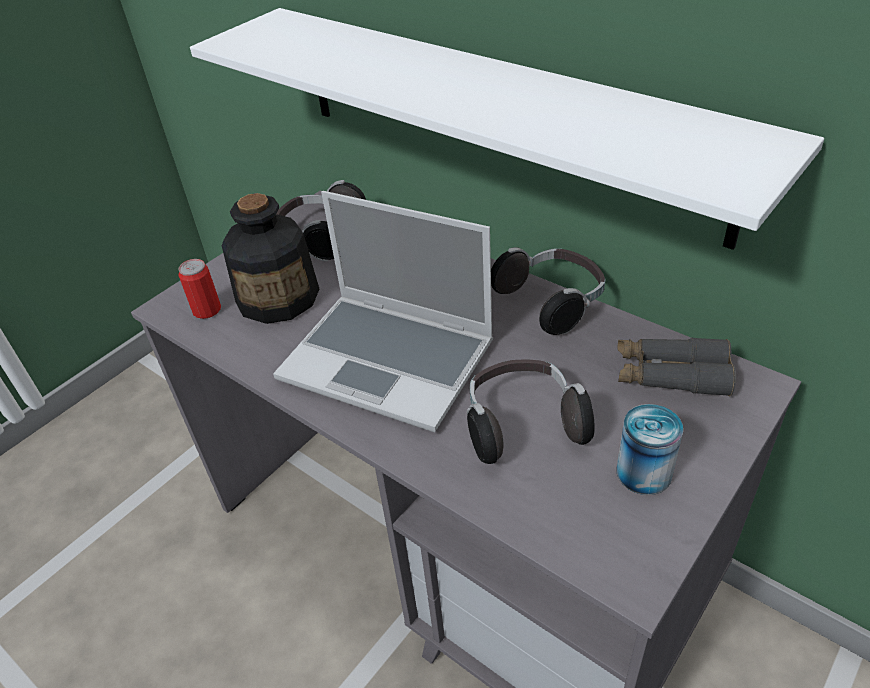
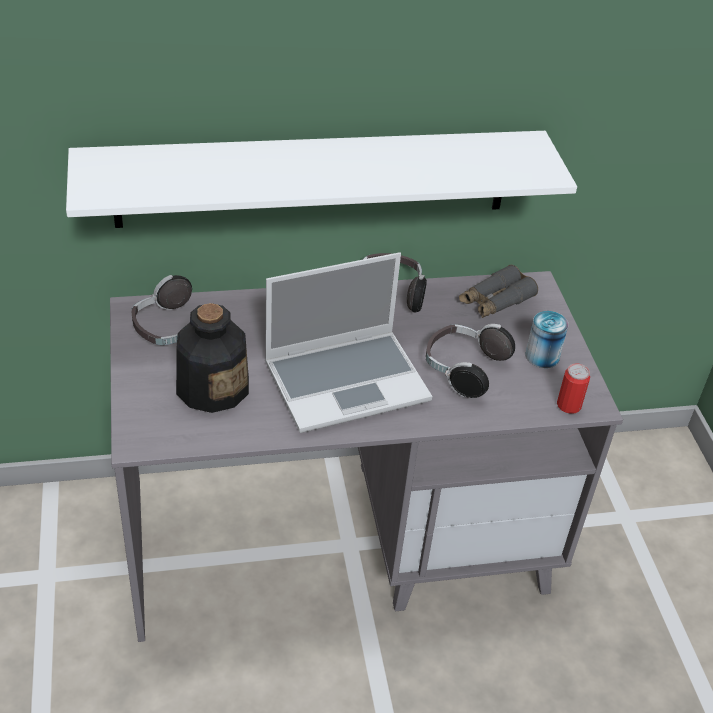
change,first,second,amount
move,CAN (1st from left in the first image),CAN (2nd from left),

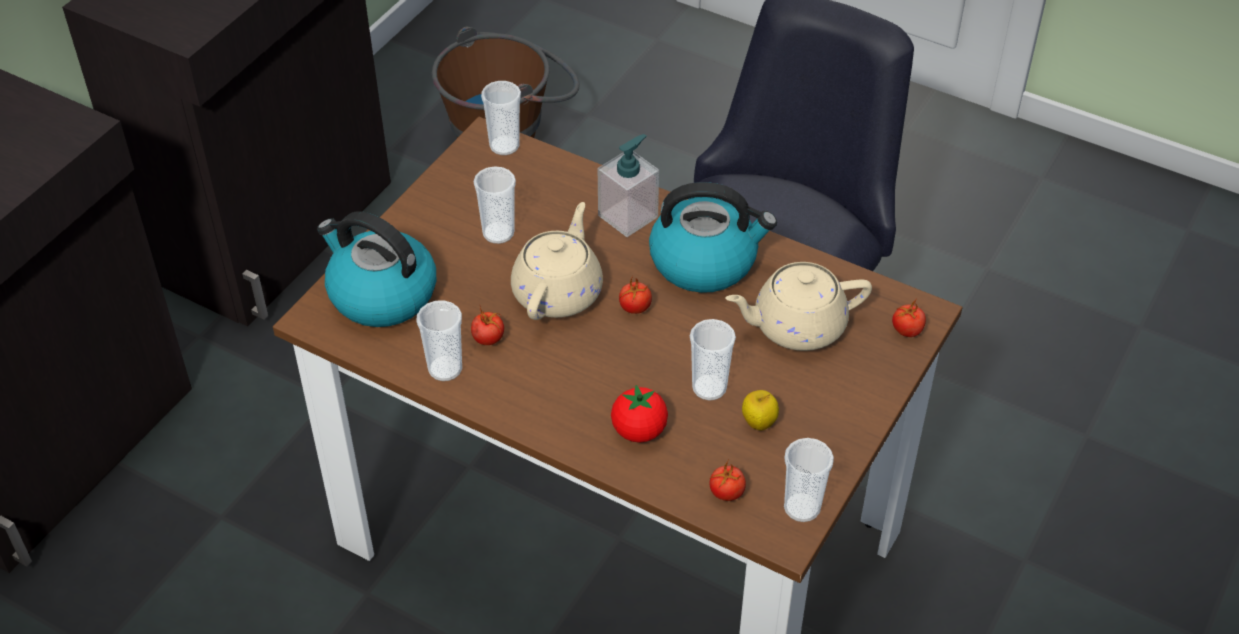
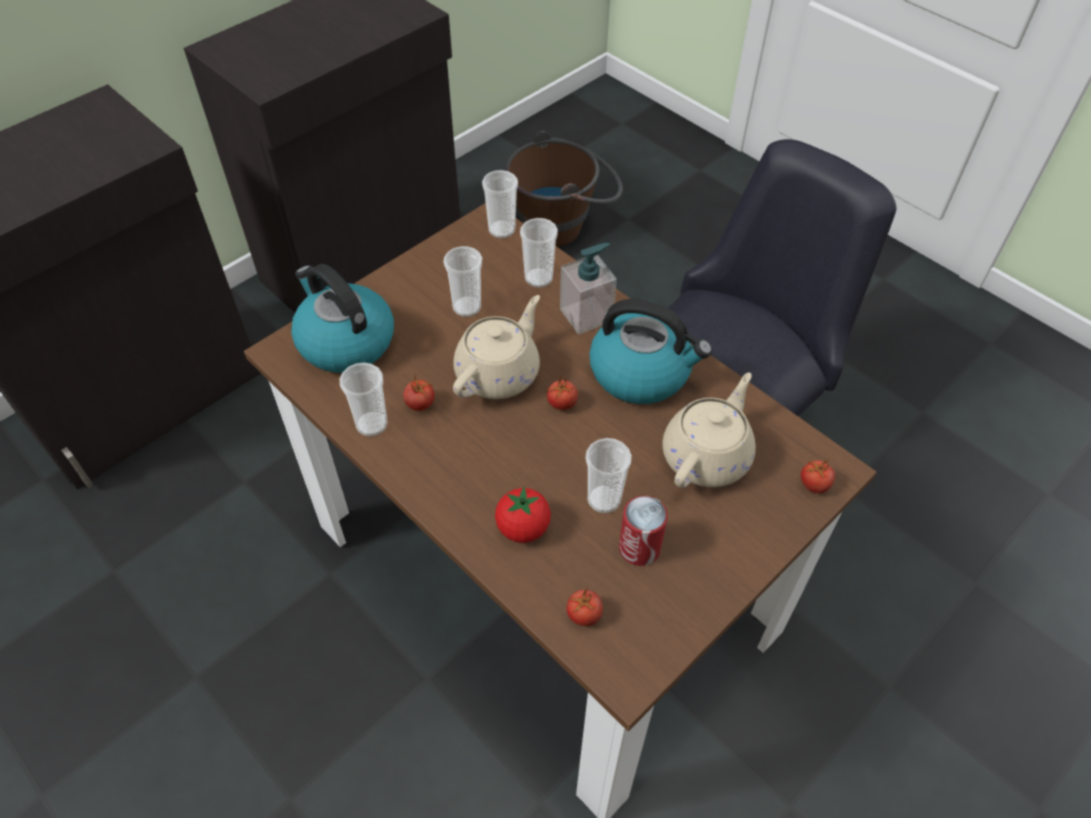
change,first,second,amount
rotate,BEIGE TEAPOT (2nd from left),,120 degrees clockwise
replace,APPLE,CAN,
move,CUP (5th from left in the first image),CUP (4th from left),

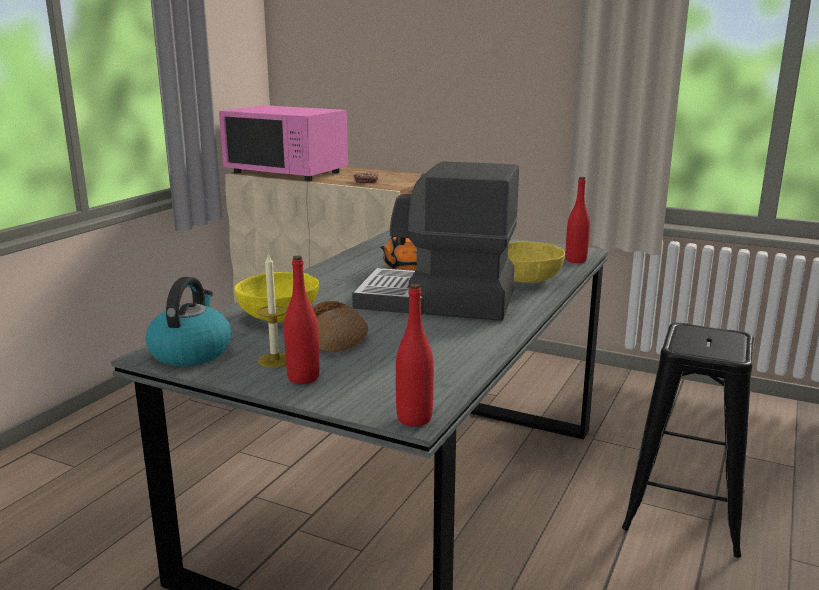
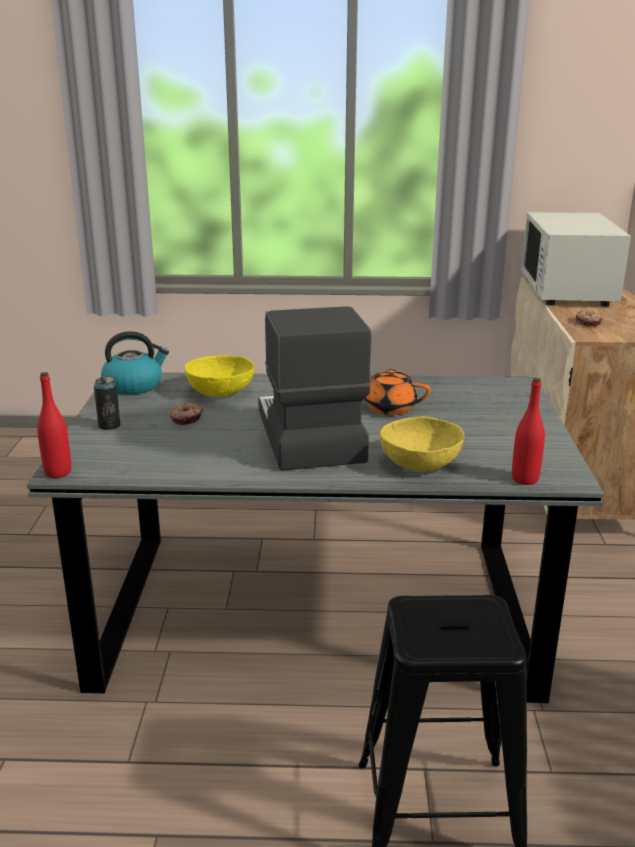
change,first,second,amount
recolor,PINK MICROWAVE,WHITE MICROWAVE,
delete,CANDLE,,
replace,RED BOTTLE (1st from left),CAN,
replace,BREAD,DONUT (1st from left),

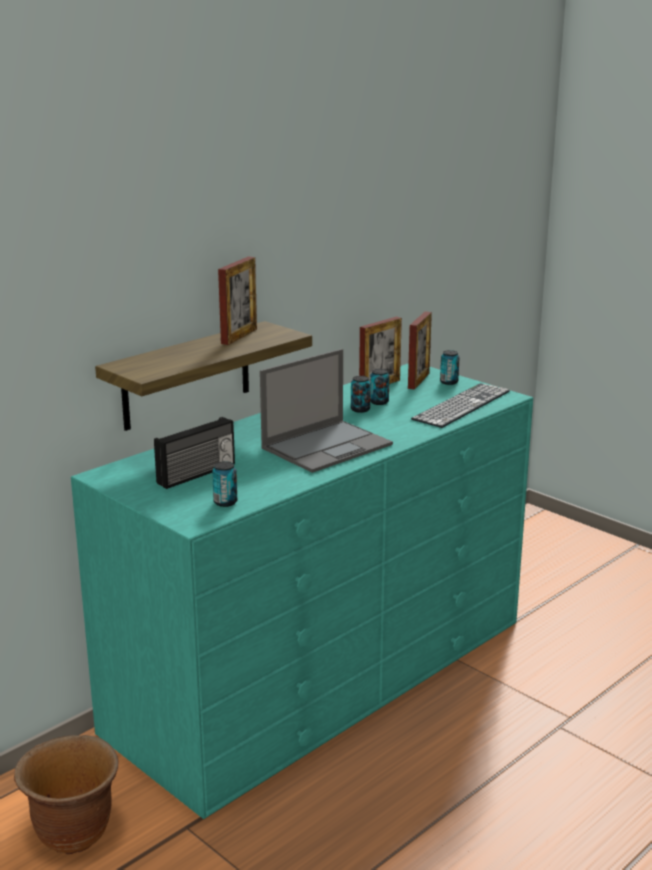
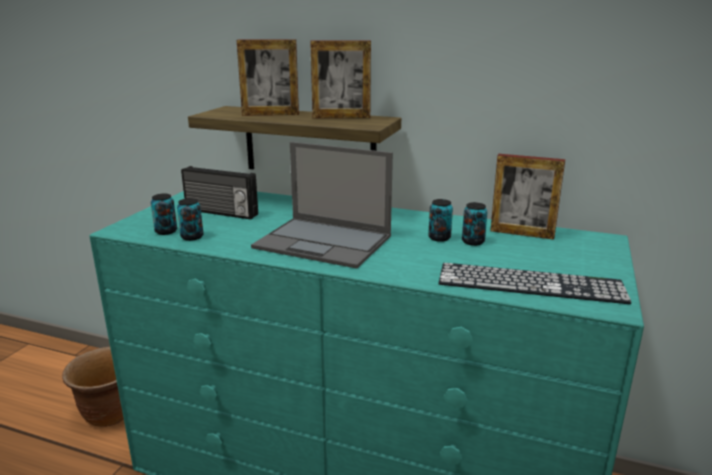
change,first,second,amount
move,PICTURE FRAME (3rd from left in the first image),PICTURE FRAME (1st from left),
move,CAN (4th from left in the first image),CAN (2nd from left),

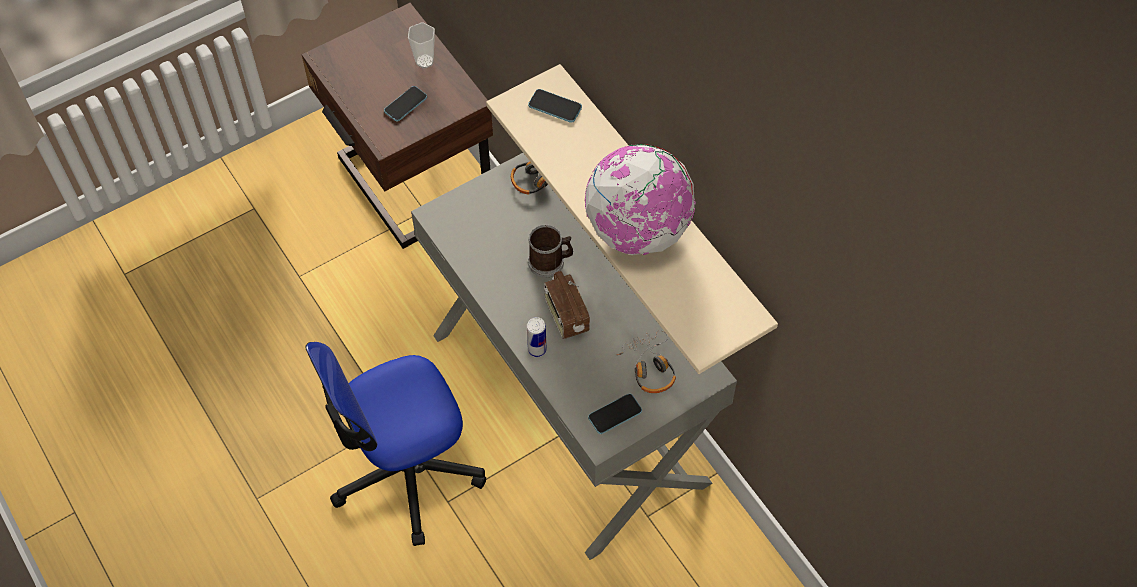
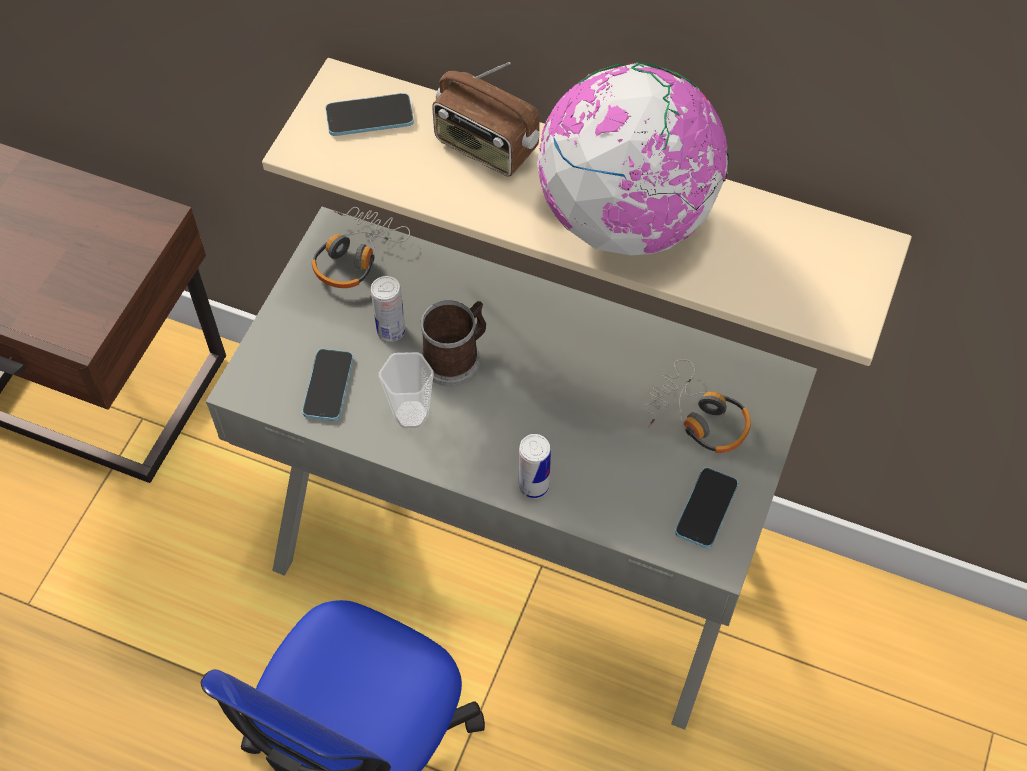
change,first,second,amount
move,CUP,,
move,PHONE (1st from left),,
move,RADIO,,
insert,,CAN (1st from left),

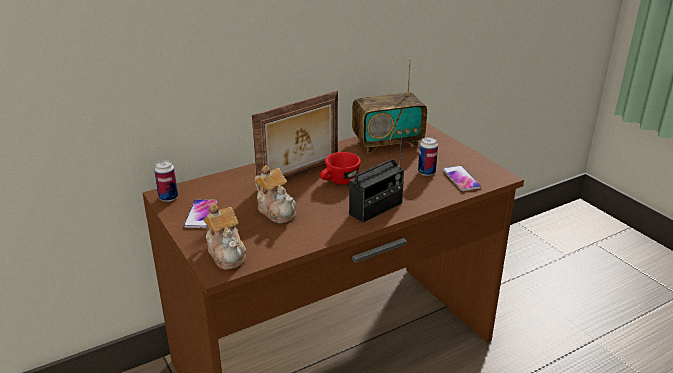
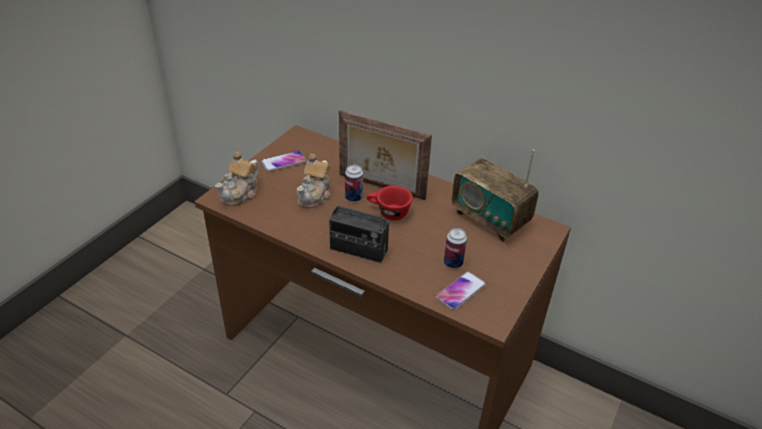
change,first,second,amount
move,CAN (1st from left),,

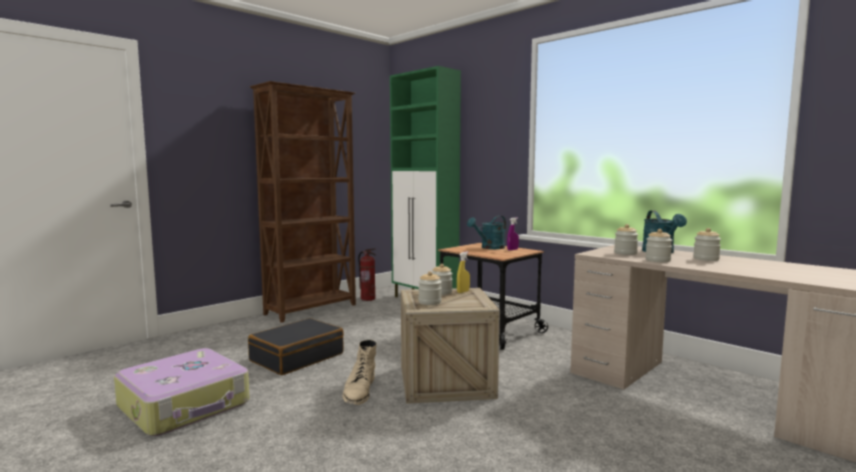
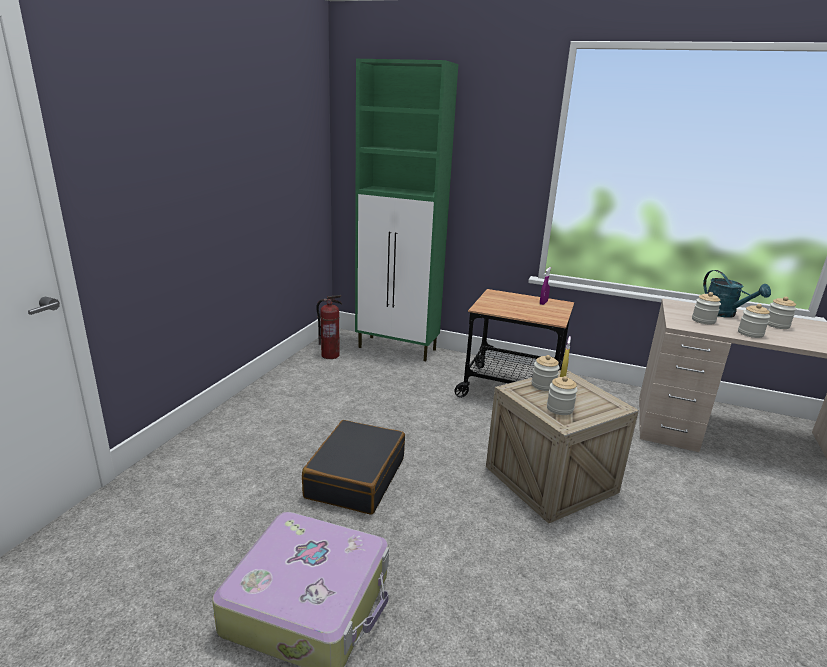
change,first,second,amount
delete,BROWN BOOKCASE,,
delete,TURQUOISE WATERING CAN (1st from left),,
delete,BEIGE BOOT,,

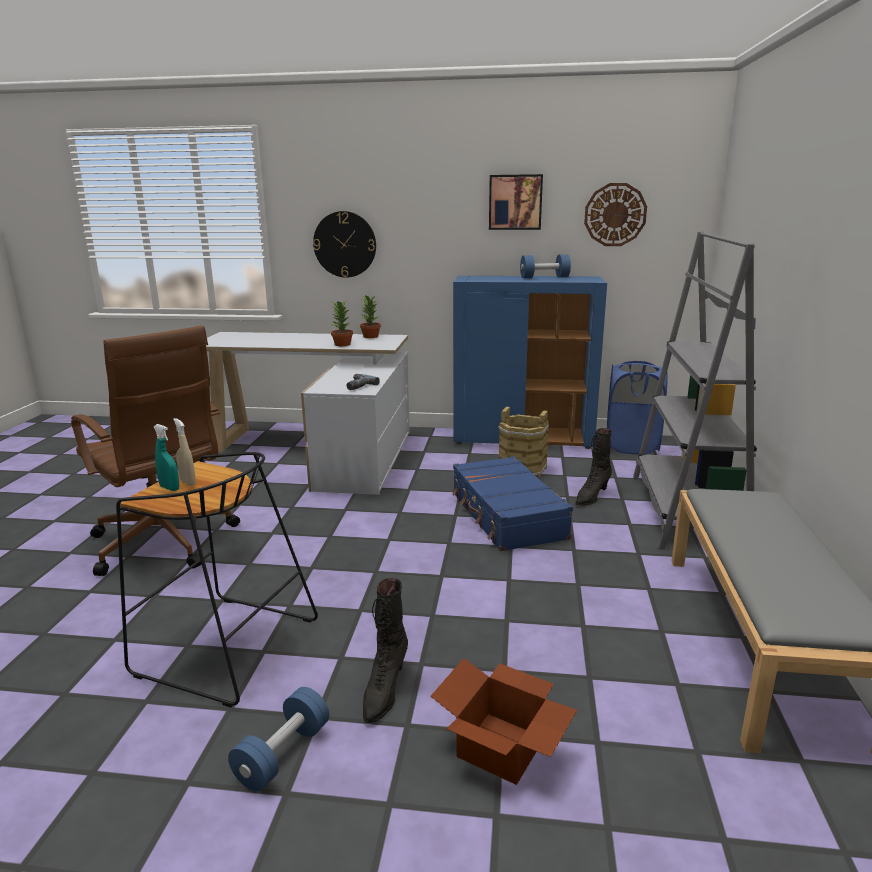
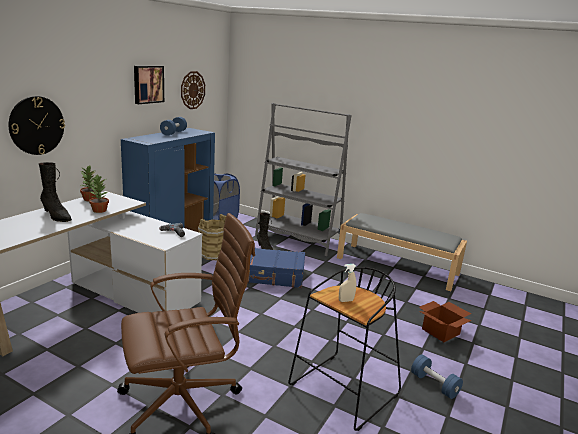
change,first,second,amount
delete,TURQUOISE SPRAY BOTTLE,,
move,BLACK BOOT (1st from left),,

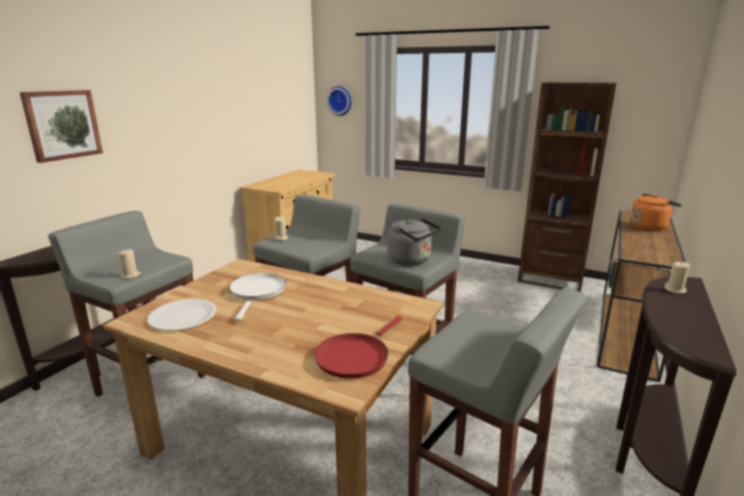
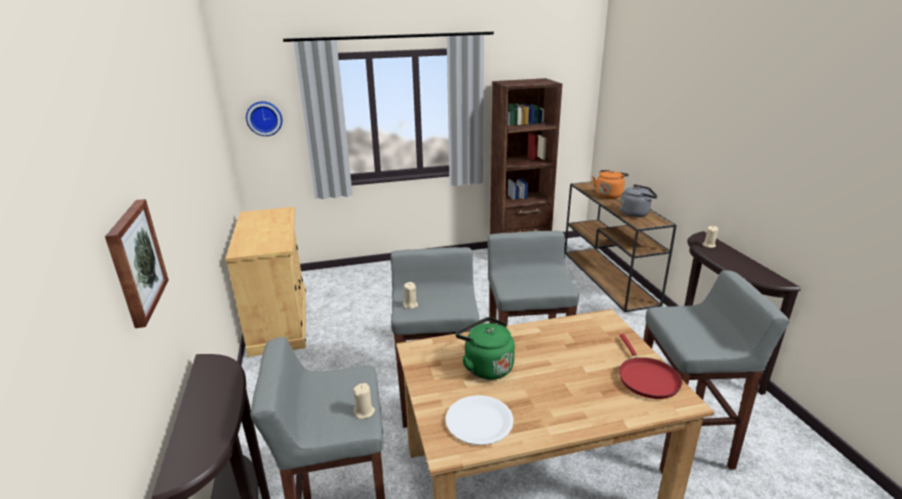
change,first,second,amount
move,GREY KETTLE,,
replace,WHITE FRYING PAN,GREEN KETTLE,

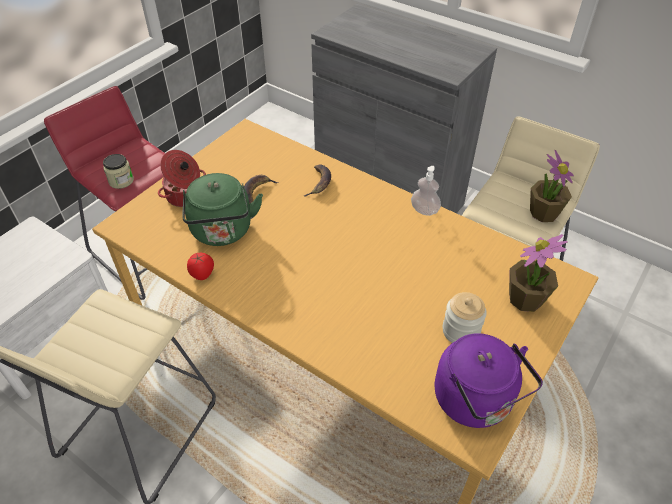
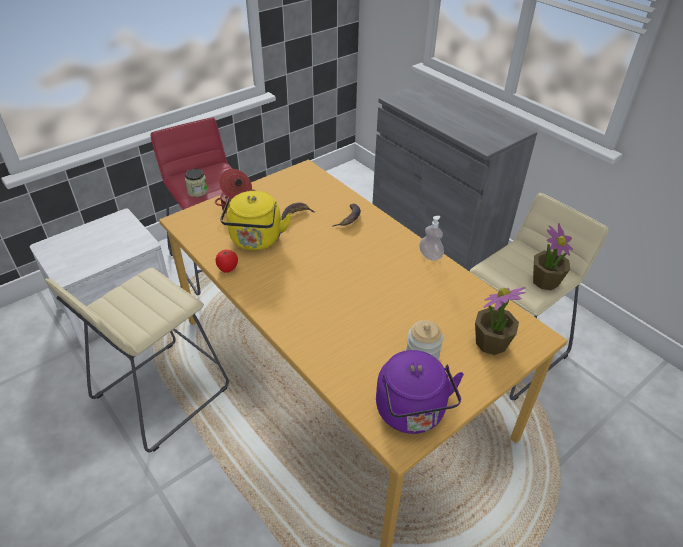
change,first,second,amount
recolor,GREEN KETTLE,YELLOW KETTLE,

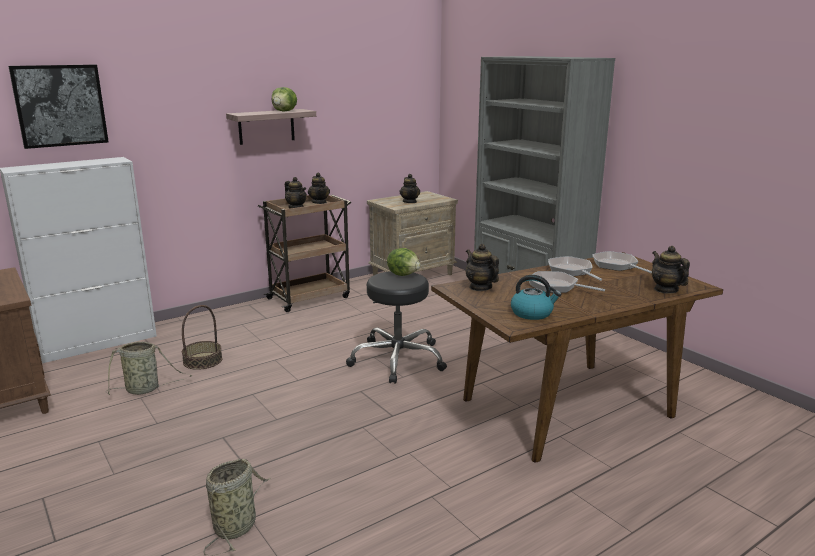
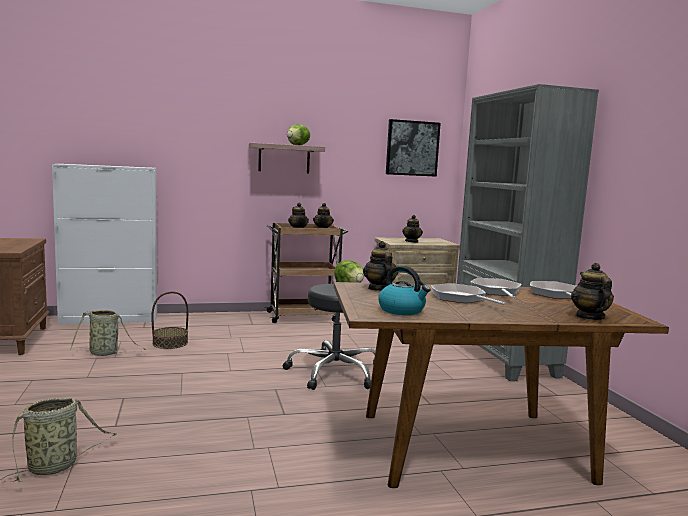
change,first,second,amount
move,PICTURE,,

